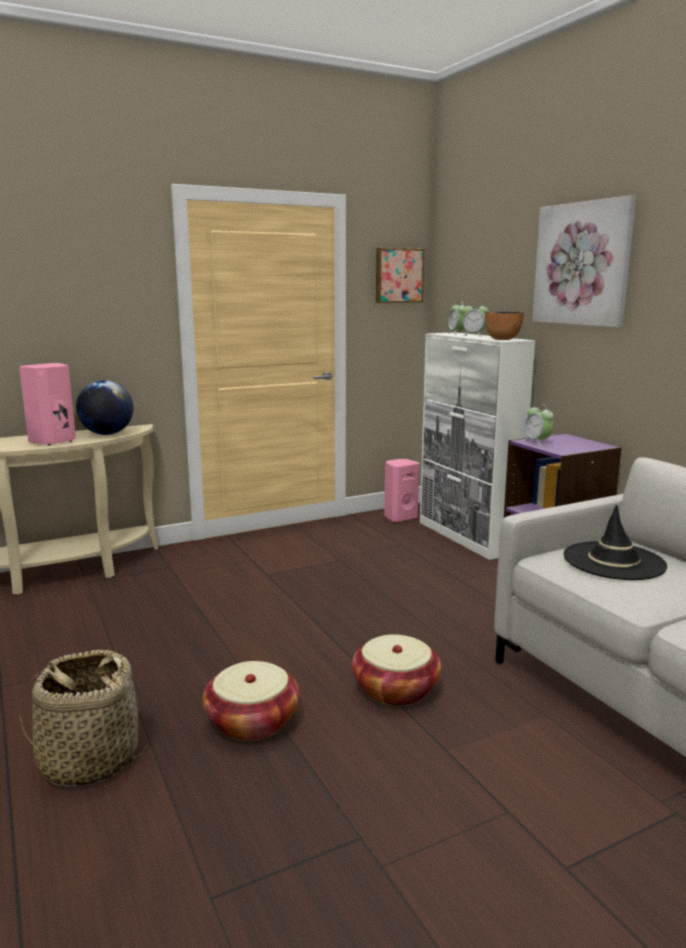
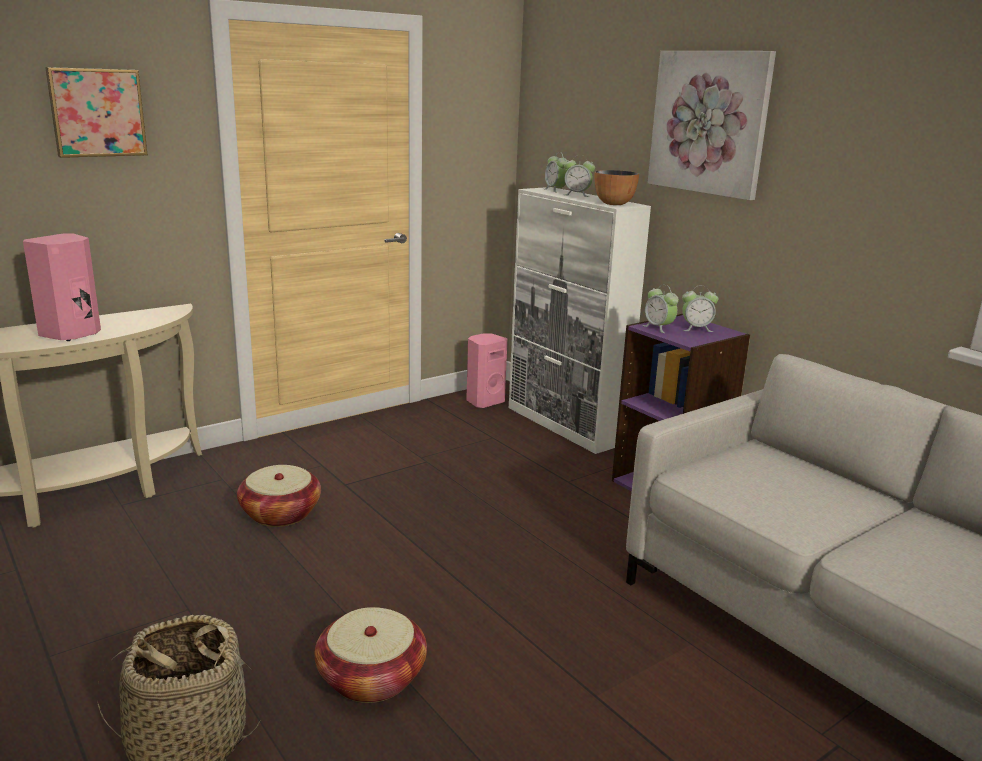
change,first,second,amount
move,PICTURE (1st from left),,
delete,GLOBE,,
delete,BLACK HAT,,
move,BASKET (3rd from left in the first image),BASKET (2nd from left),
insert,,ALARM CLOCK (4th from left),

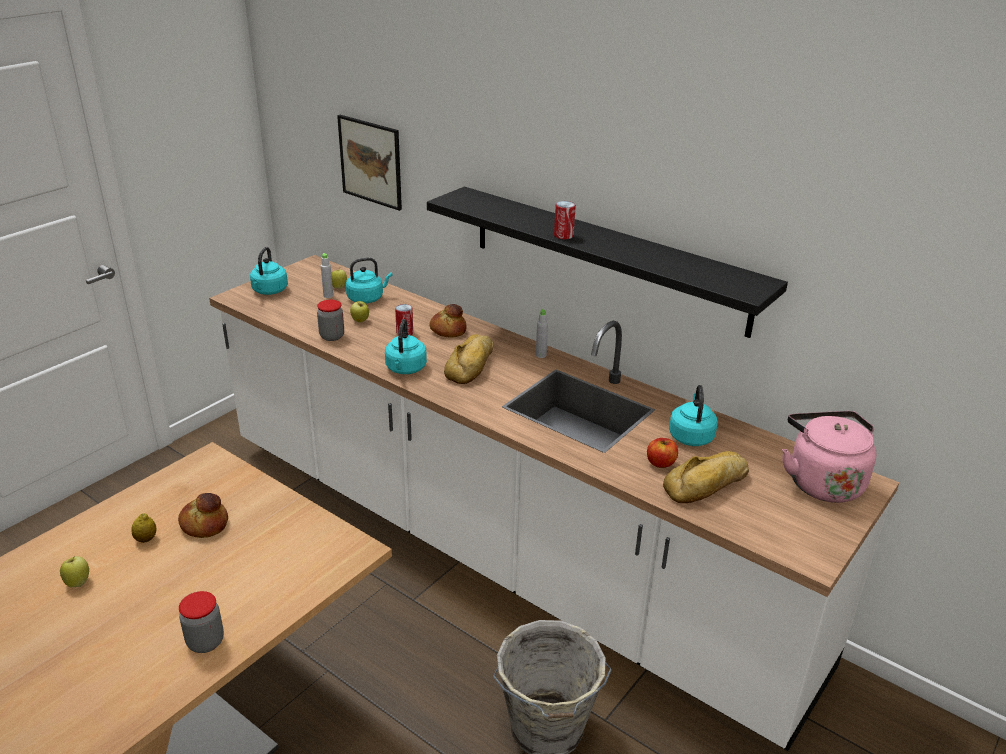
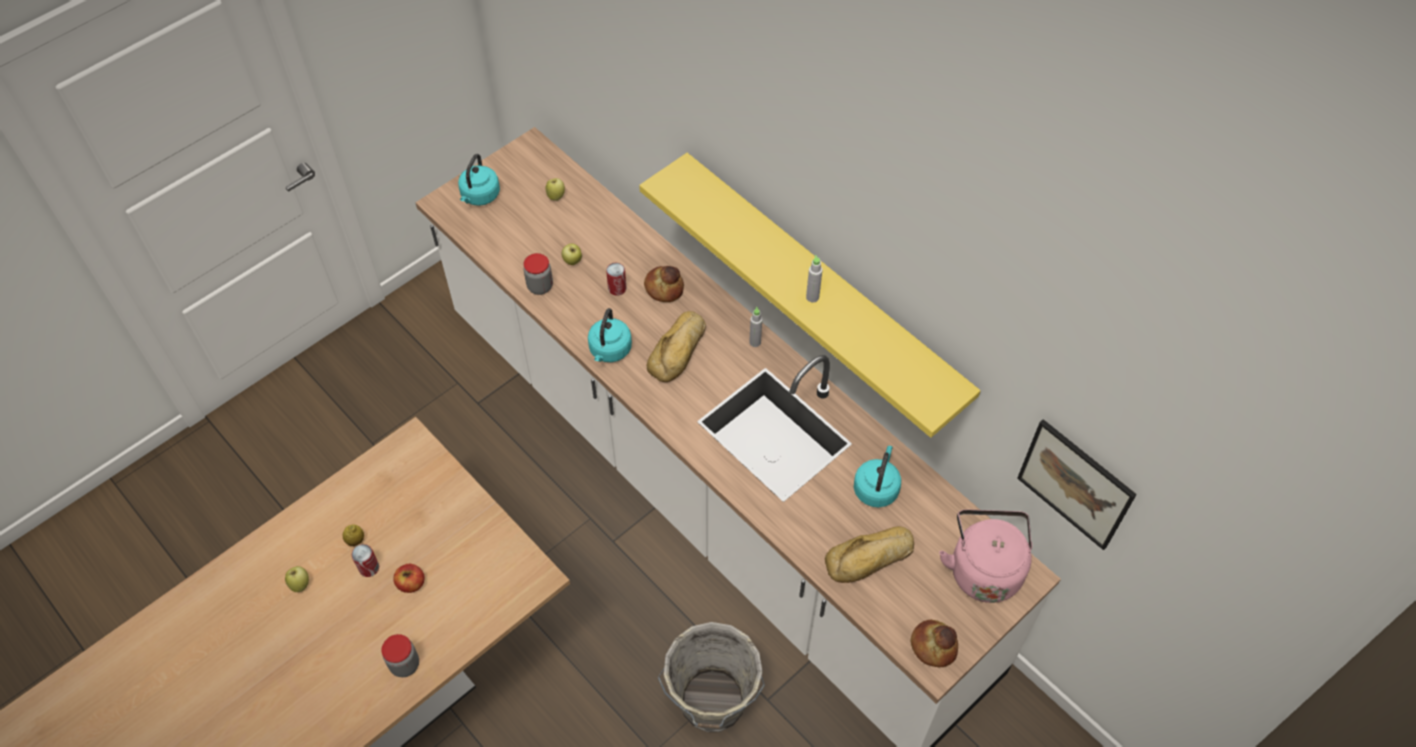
change,first,second,amount
move,PICTURE,,
recolor,BLACK SHELF,YELLOW SHELF,
move,CAN (2nd from left in the first image),CAN (1st from left),
move,GREY BOTTLE (1st from left in the first image),GREY BOTTLE (2nd from left),
delete,TURQUOISE KETTLE (2nd from left),,
move,APPLE (4th from left in the first image),APPLE (2nd from left),
move,BREAD (1st from left in the first image),BREAD (4th from left),

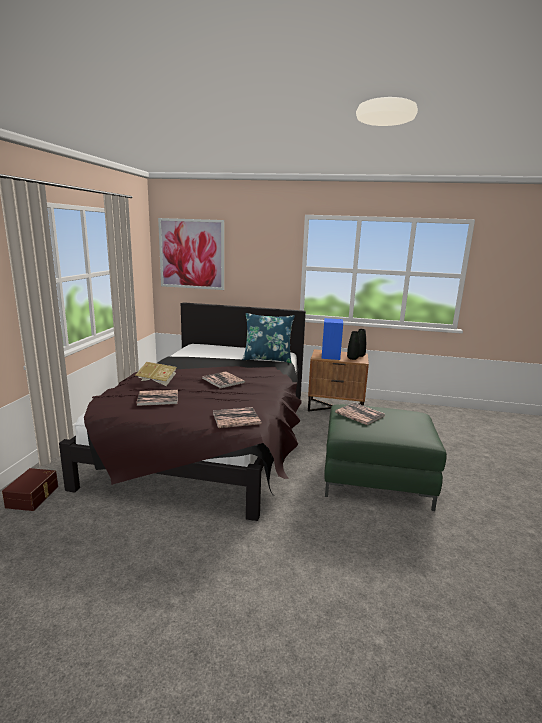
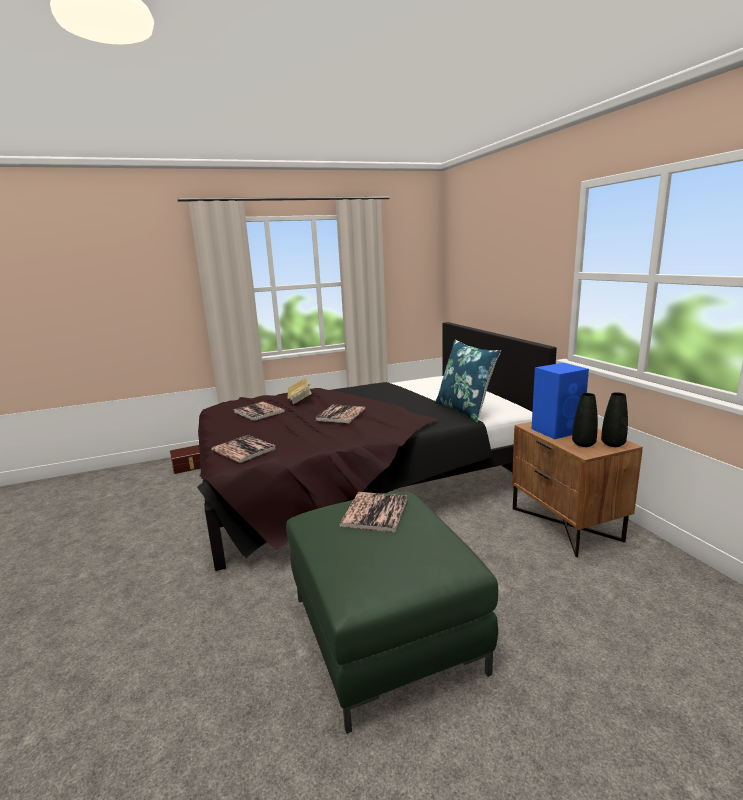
change,first,second,amount
delete,PICTURE,,

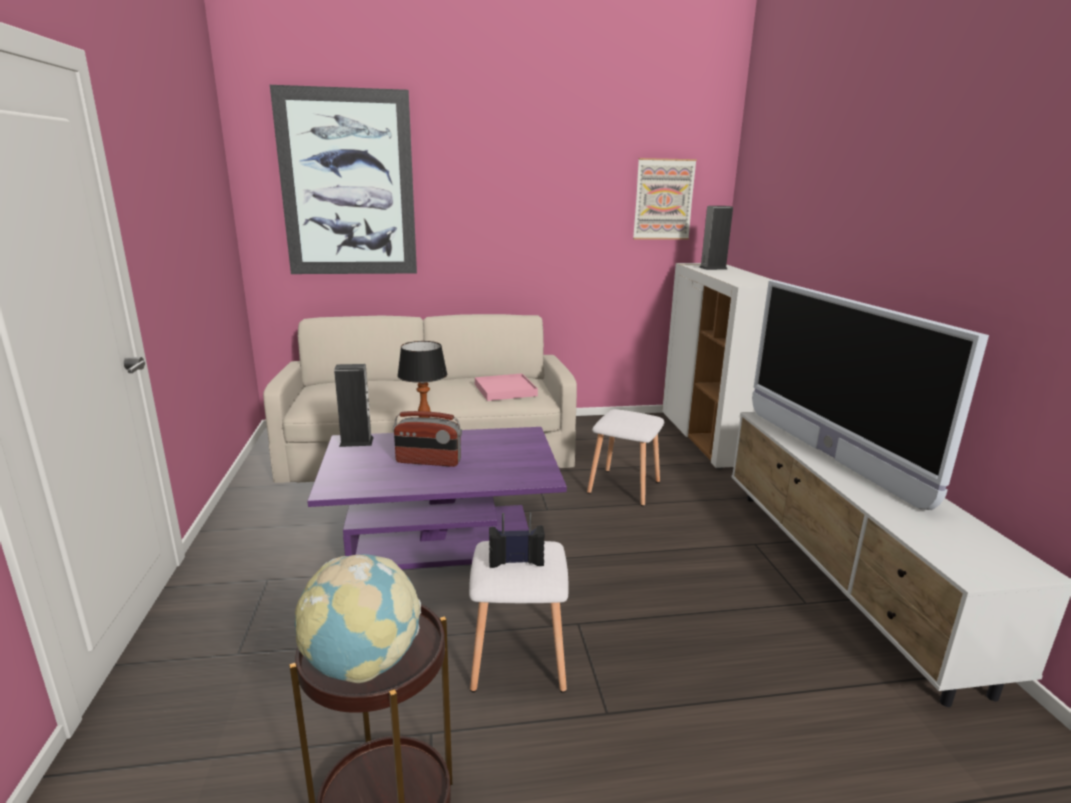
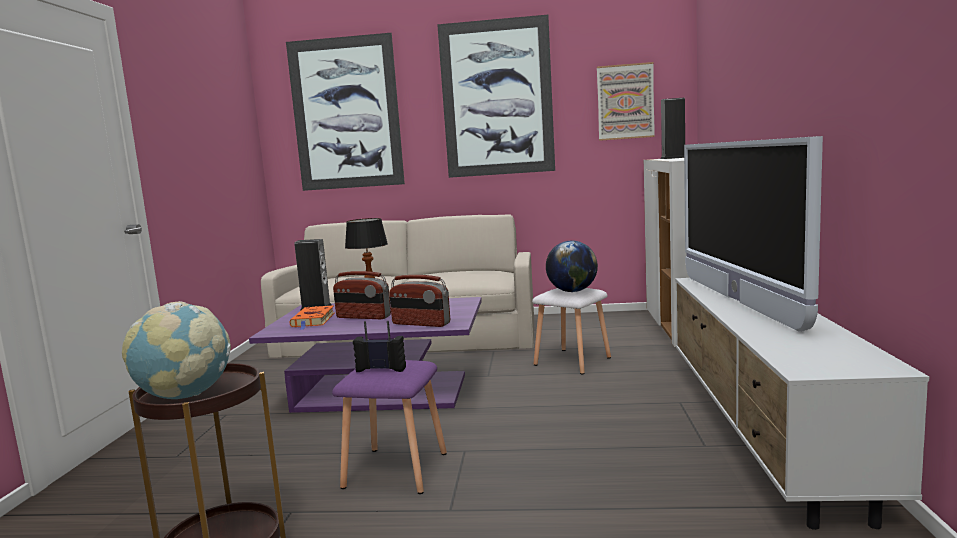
change,first,second,amount
delete,PINK TRAY,,
recolor,WHITE STOOL (1st from left),PURPLE STOOL,
insert,,PICTURE (2nd from left),
insert,,GLOBE (2nd from left),
insert,,RADIO (3rd from left),
insert,,ORANGE BOOK,

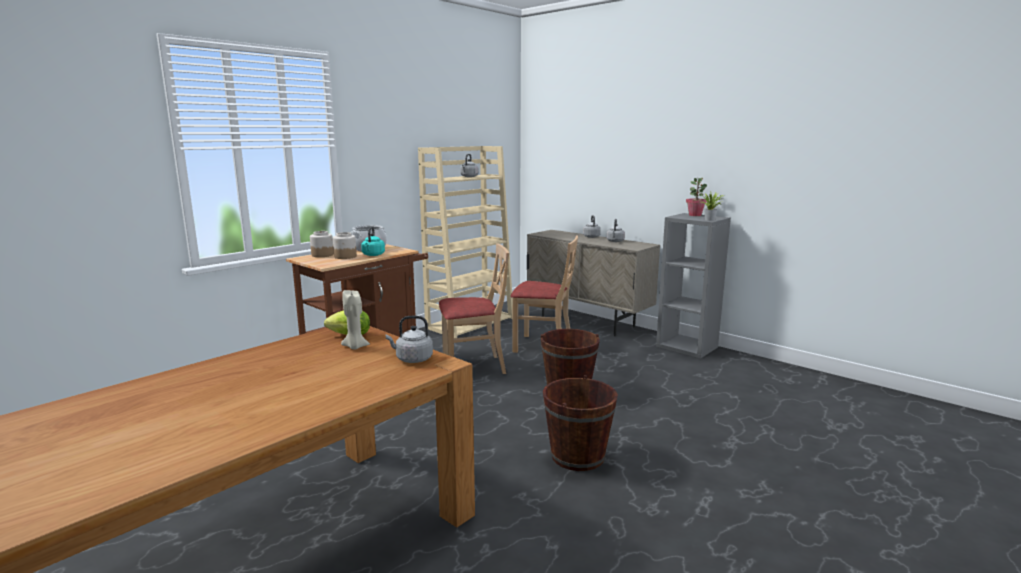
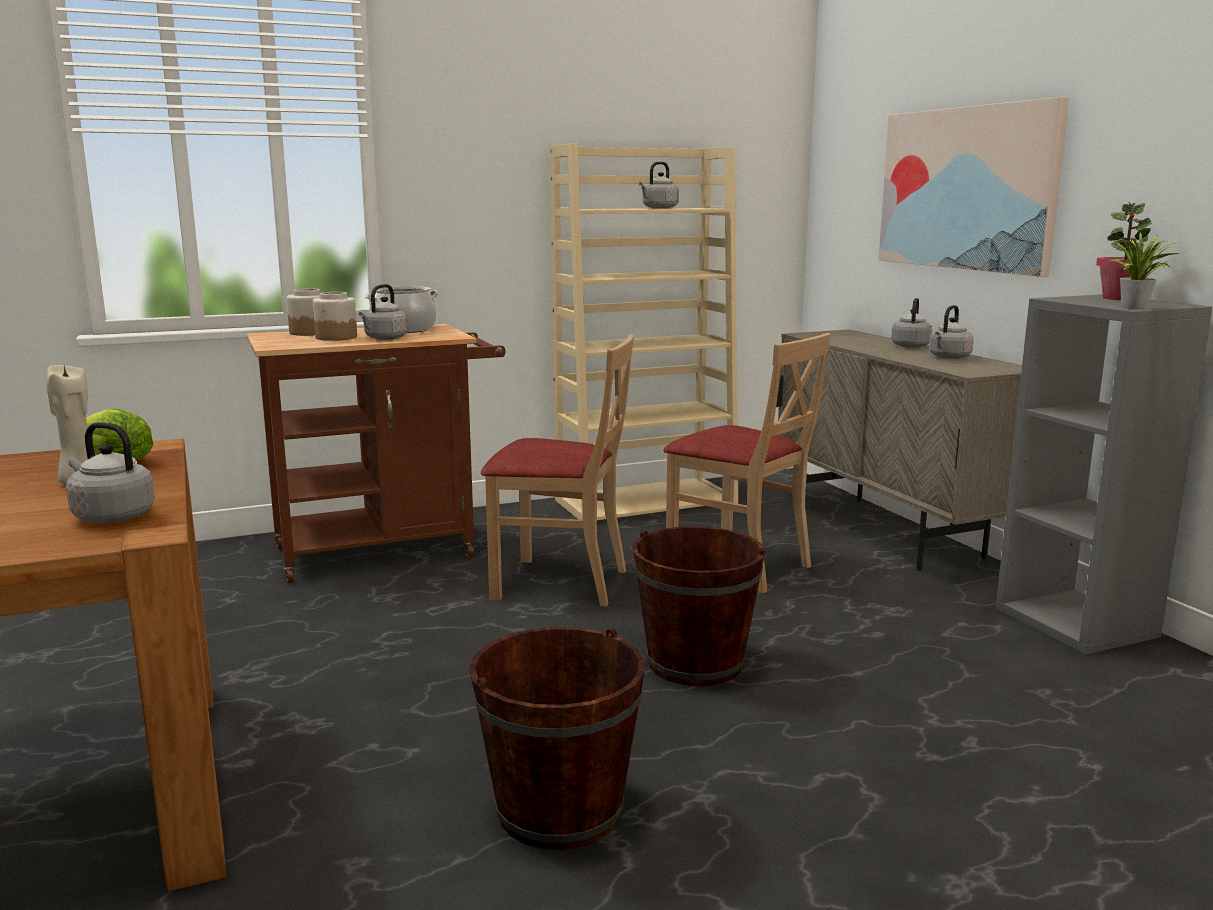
change,first,second,amount
recolor,TURQUOISE KETTLE,GREY KETTLE (2nd from left),
insert,,PICTURE,

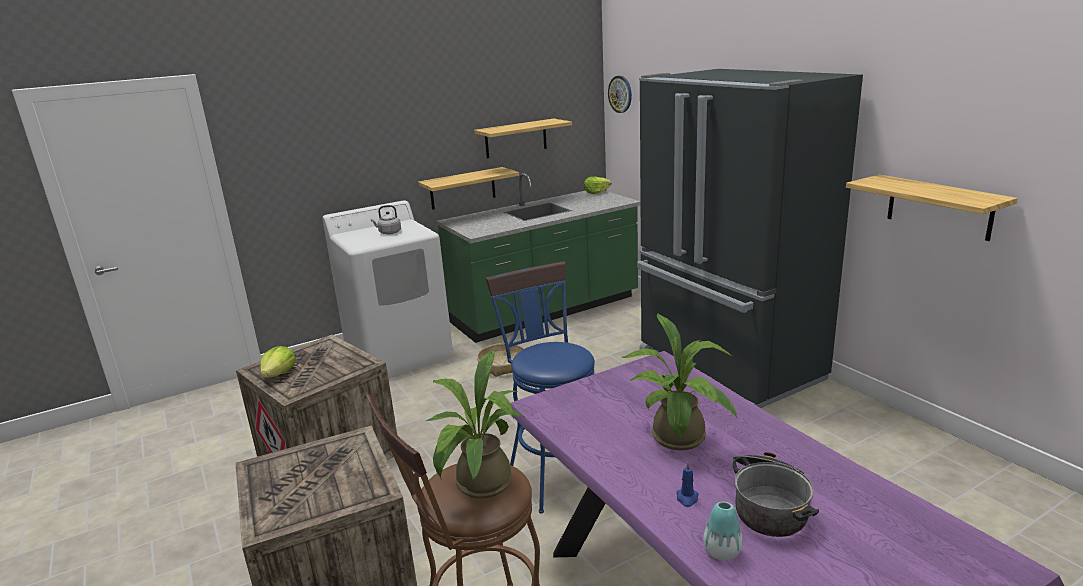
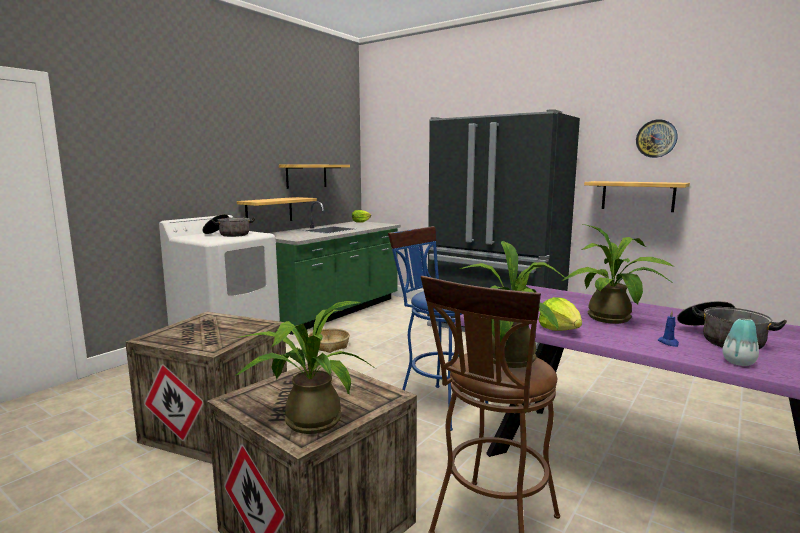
change,first,second,amount
move,WALL CLOCK,,
replace,GREY KETTLE,COOKING POT (1st from left),
move,LETTUCE (1st from left in the first image),LETTUCE (2nd from left),
insert,,POTTED PLANT (1st from left),

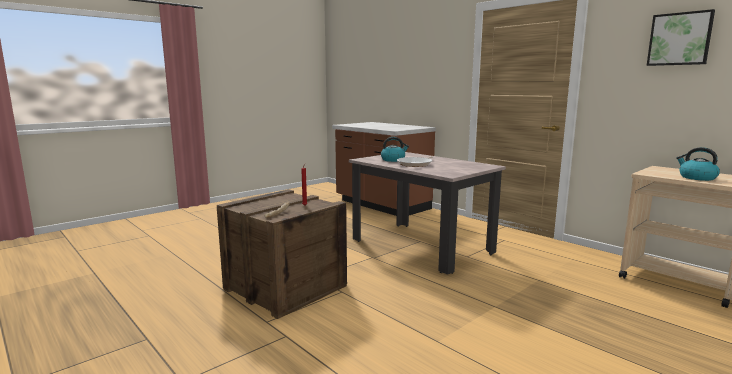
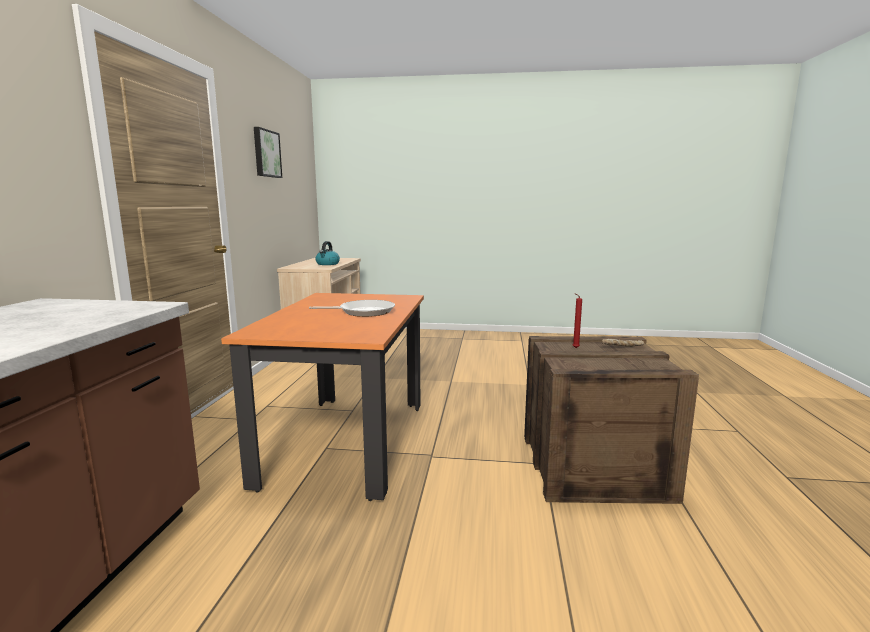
change,first,second,amount
delete,KETTLE (1st from left),,
recolor,BEIGE DINING TABLE,ORANGE DINING TABLE,

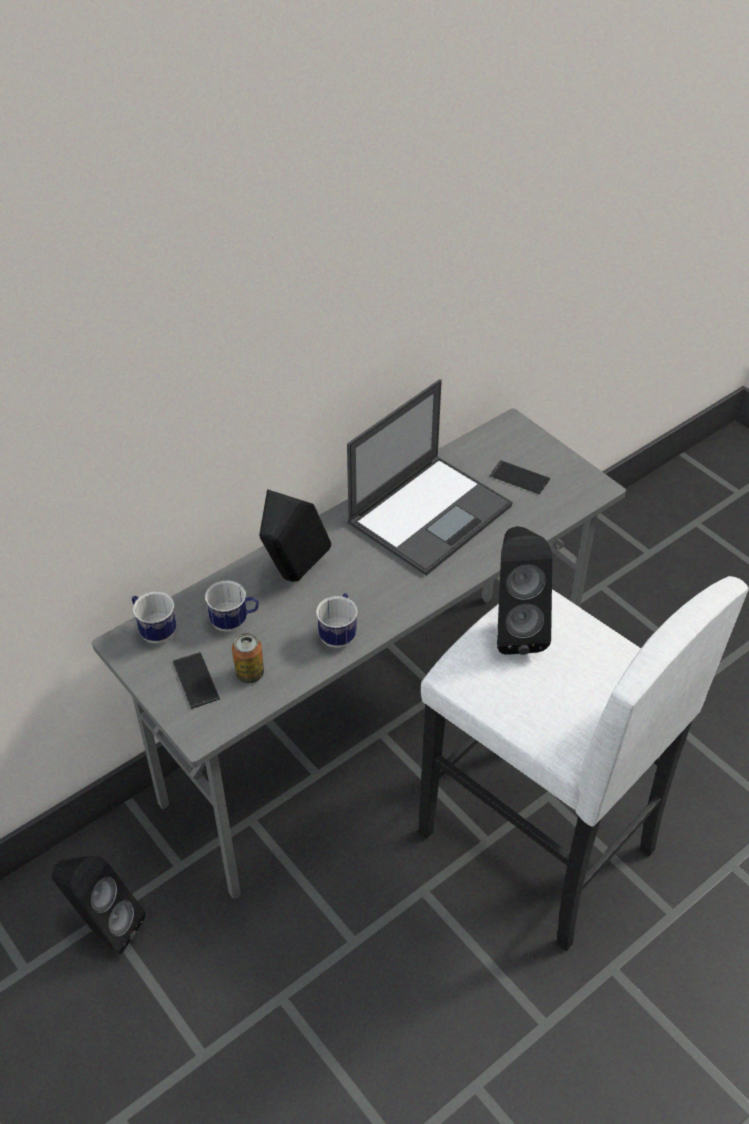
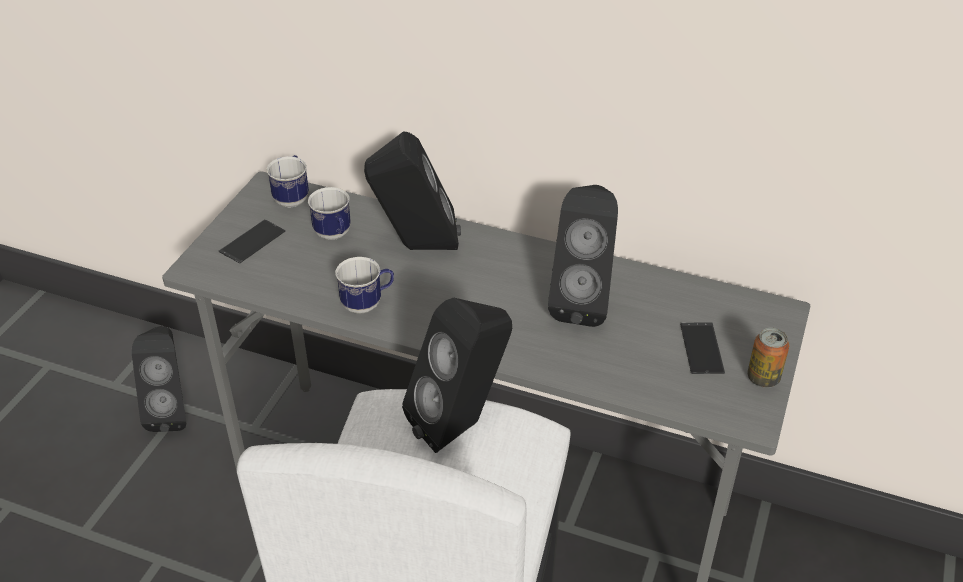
change,first,second,amount
replace,LAPTOP,BLACK SPEAKER (4th from left),
move,CAN,,

